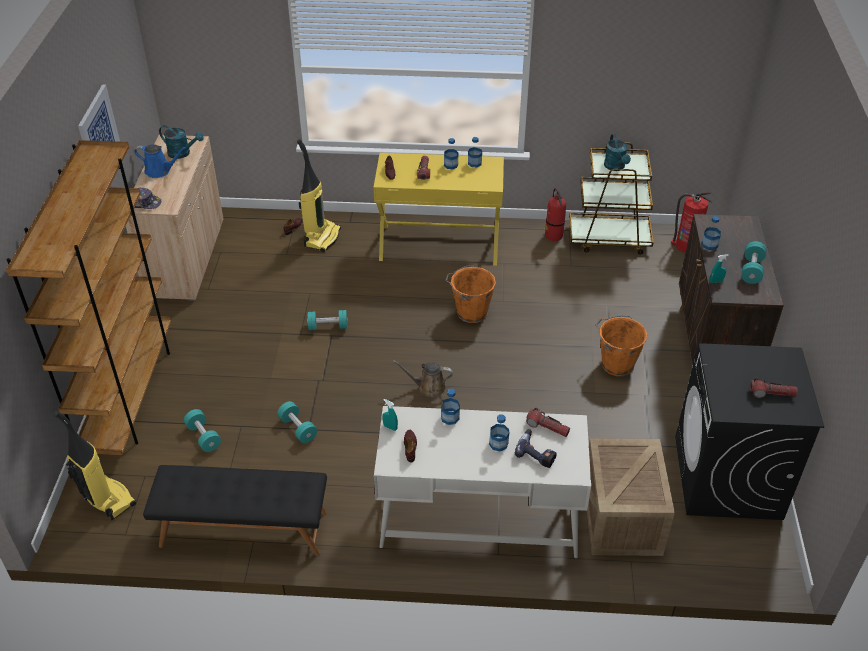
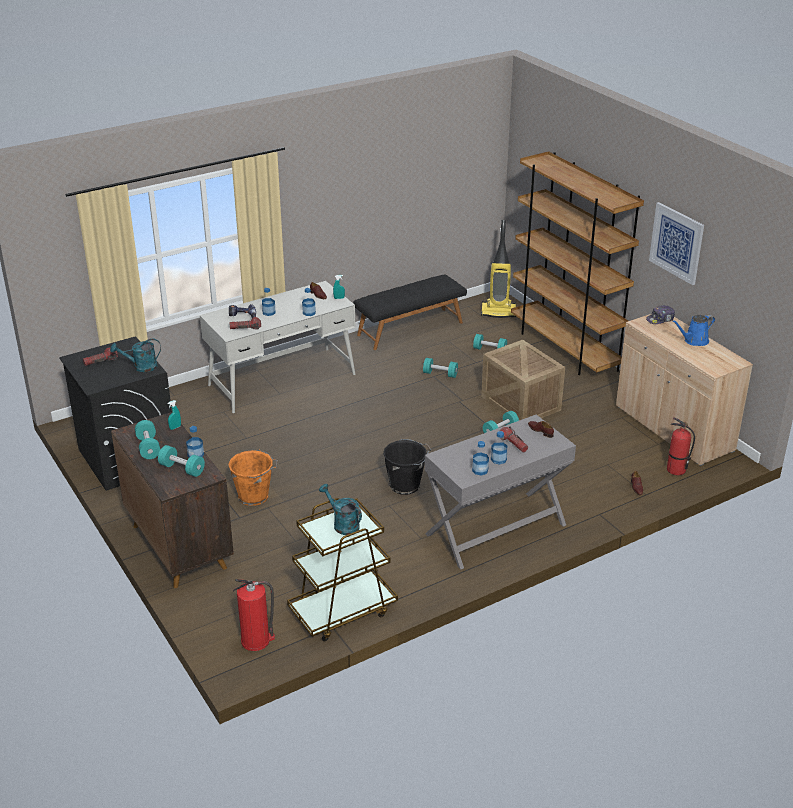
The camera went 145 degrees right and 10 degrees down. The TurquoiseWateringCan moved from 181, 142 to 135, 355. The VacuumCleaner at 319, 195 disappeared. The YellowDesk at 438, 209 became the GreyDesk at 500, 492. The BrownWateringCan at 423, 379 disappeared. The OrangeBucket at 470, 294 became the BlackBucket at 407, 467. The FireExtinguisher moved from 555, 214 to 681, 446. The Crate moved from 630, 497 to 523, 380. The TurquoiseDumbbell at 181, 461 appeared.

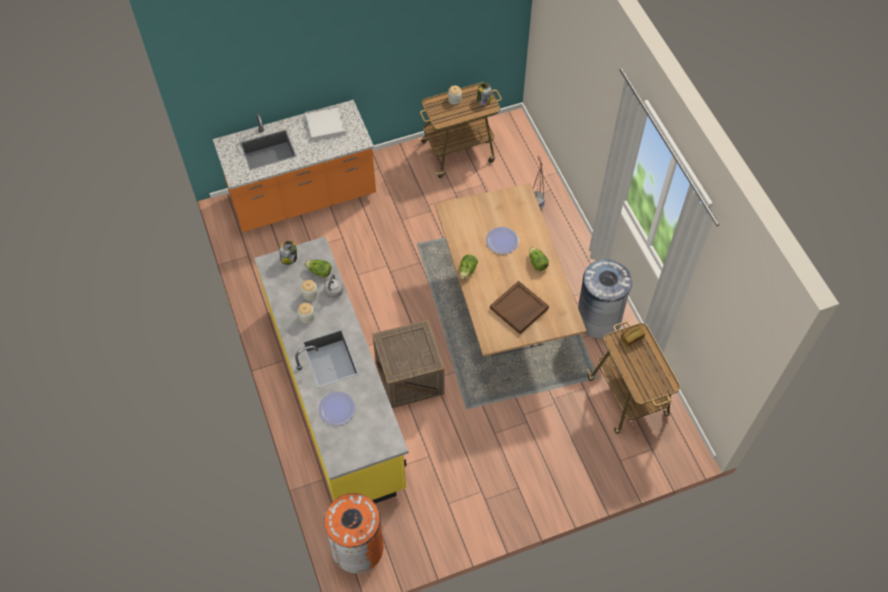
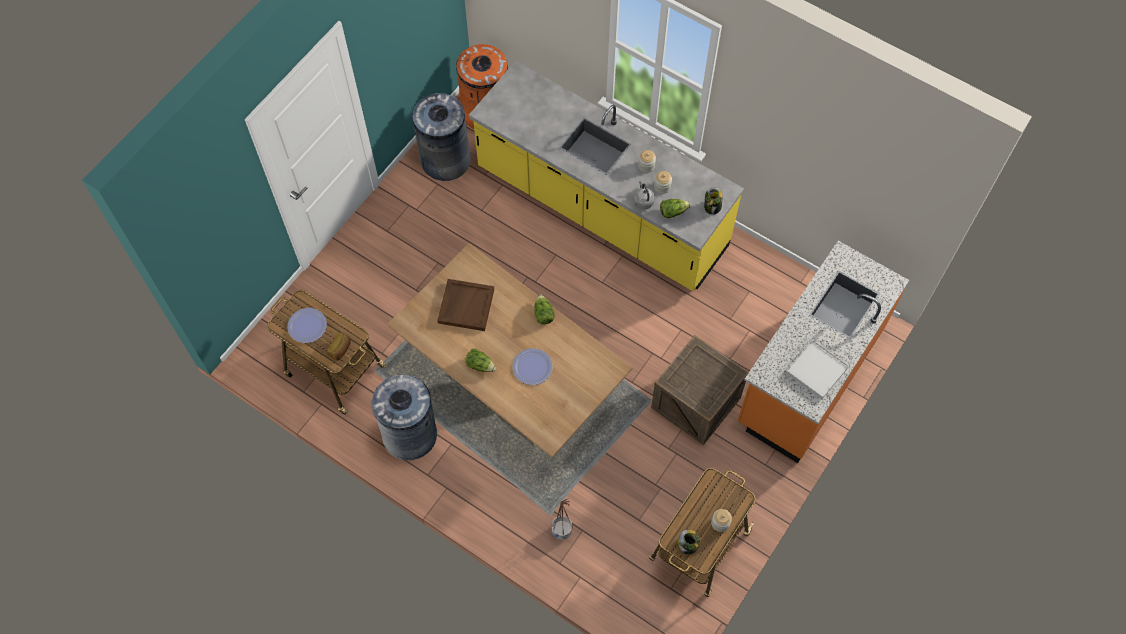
The camera went 145 degrees right and 5 degrees up. The Plate moved from 337, 408 to 307, 325. The Crate moved from 408, 364 to 700, 390. The GreyTrashCan at 441, 137 appeared.

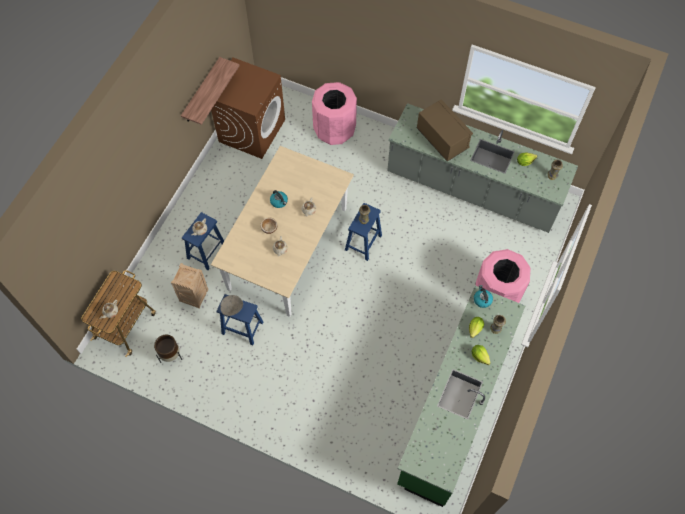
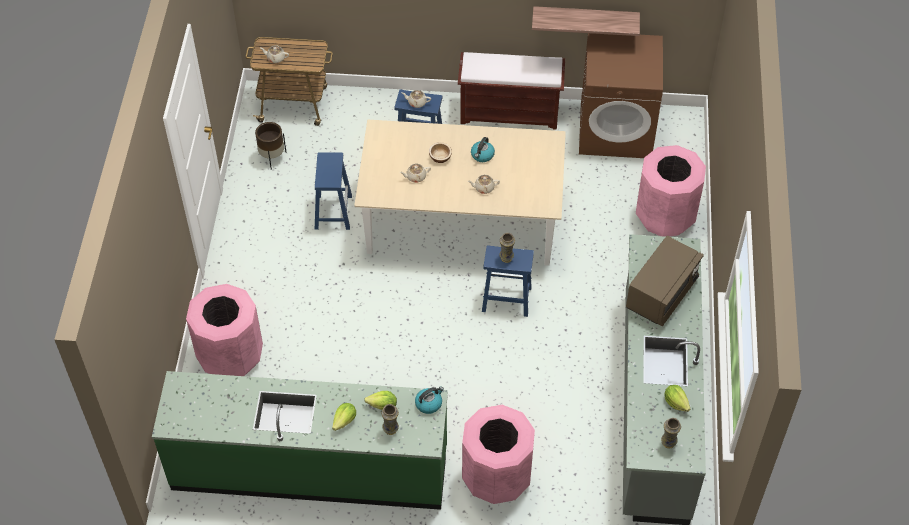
The camera went 70 degrees right and 10 degrees down. The Crate at 189, 286 disappeared. The GreyBowl at 231, 305 disappeared. The PinkTrashCan at 224, 330 appeared. The BrownBench at 511, 91 appeared.

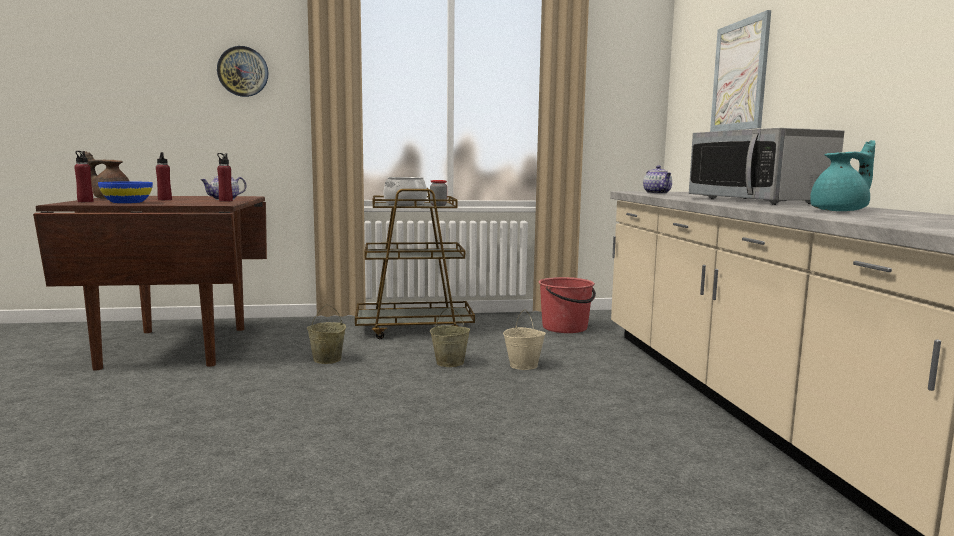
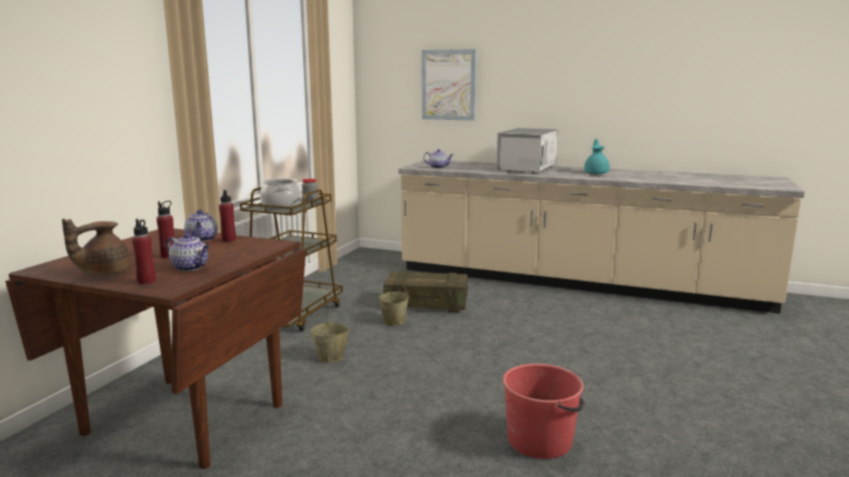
The camera went 60 degrees left and 5 degrees up. The BlueBowl at 125, 192 was replaced by the Teapot at 188, 252. The WallClock at 243, 71 disappeared. The BeigeBucket at 524, 339 was replaced by the Crate at 425, 292. The RedBucket moved from 567, 305 to 543, 411. The Microwave at 766, 166 turned 105 degrees clockwise.

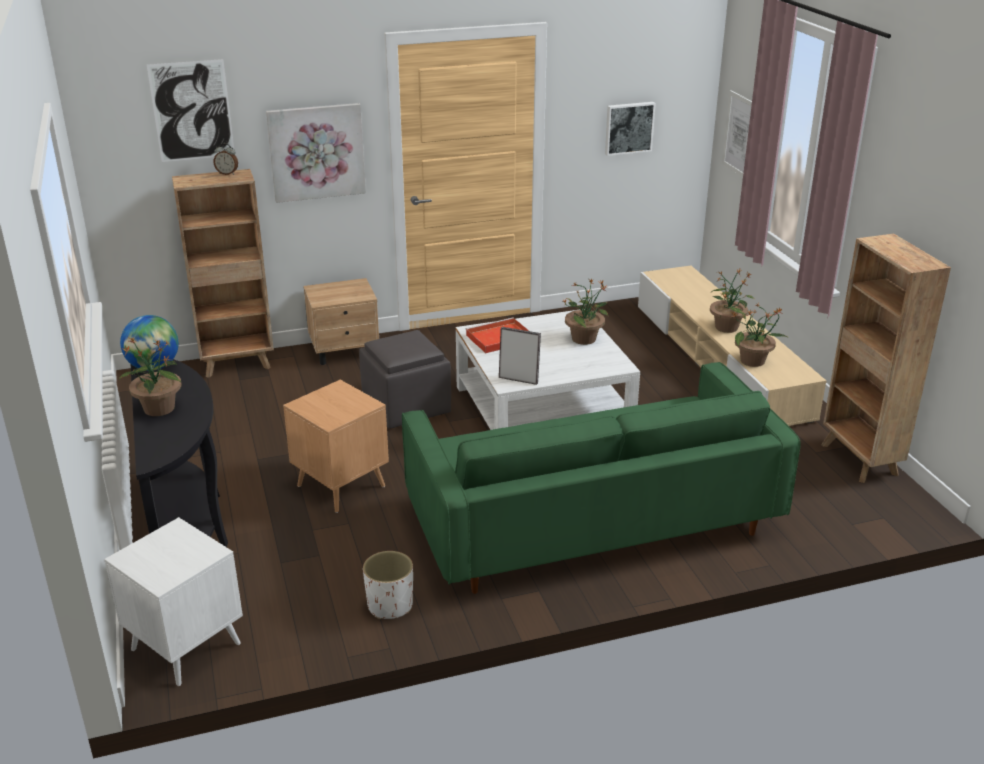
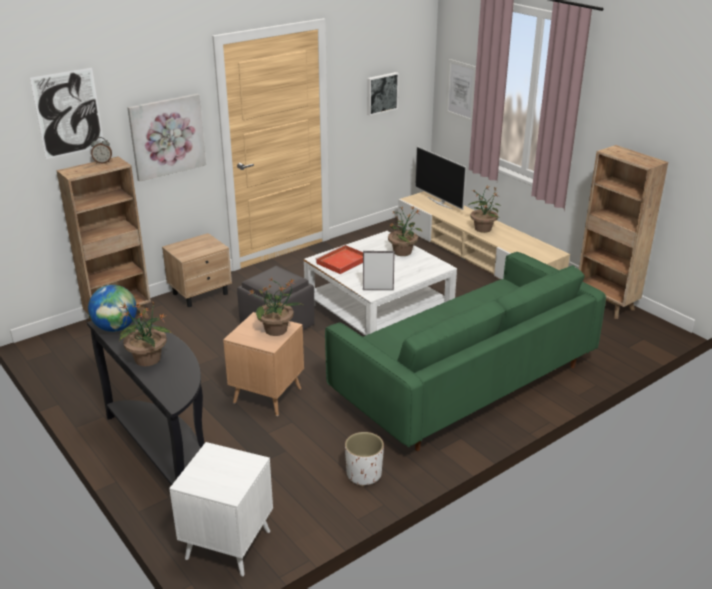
The camera went 20 degrees left and 0 degrees up. The PottedPlant moved from 760, 335 to 276, 307. The Television at 440, 178 appeared.

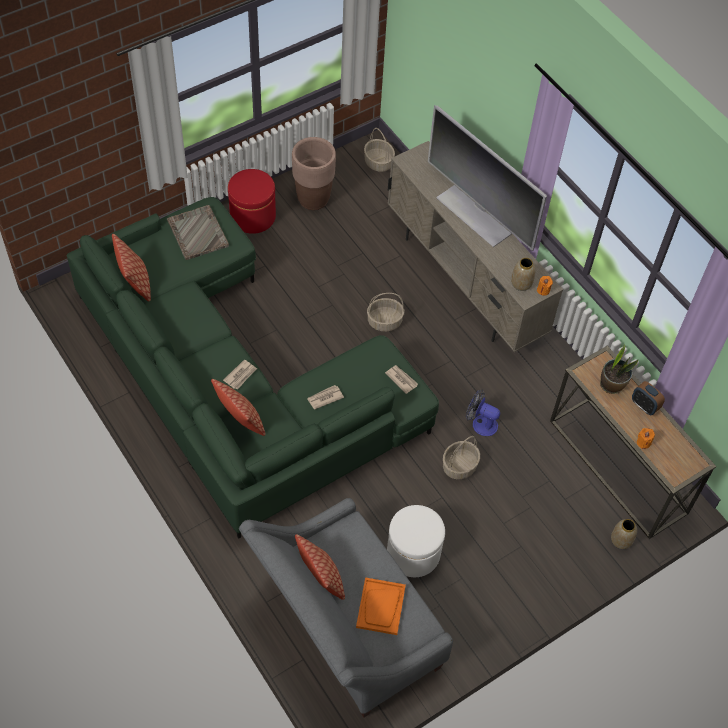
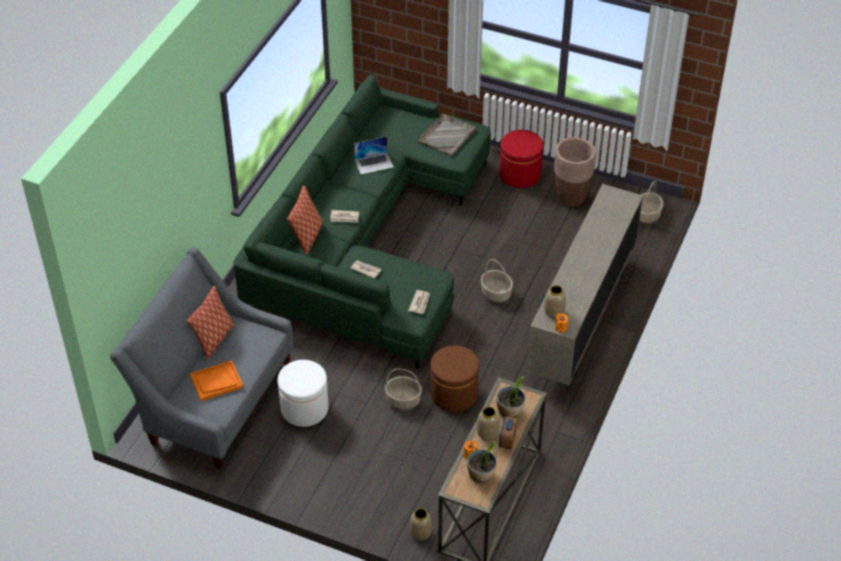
The camera went 60 degrees right and 10 degrees down. The Pillow at 131, 268 disappeared. The Television at 487, 178 disappeared. The Fan at 483, 412 was replaced by the BrownOttoman at 454, 378. The Laptop at 374, 155 appeared. The PottedPlant at 482, 463 appeared. The Vase at 488, 424 appeared.

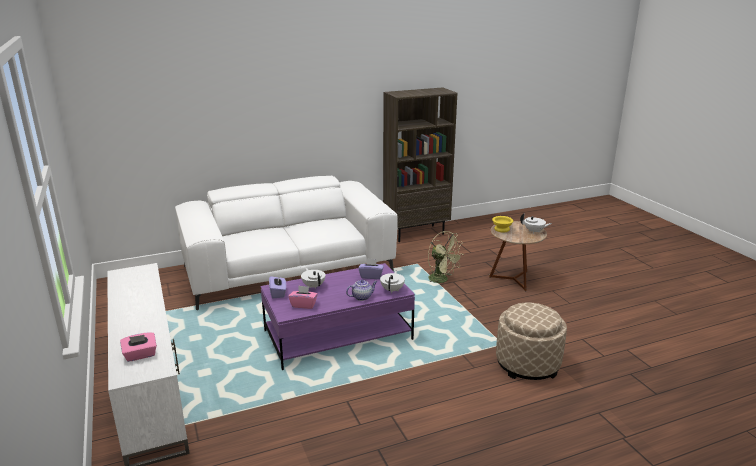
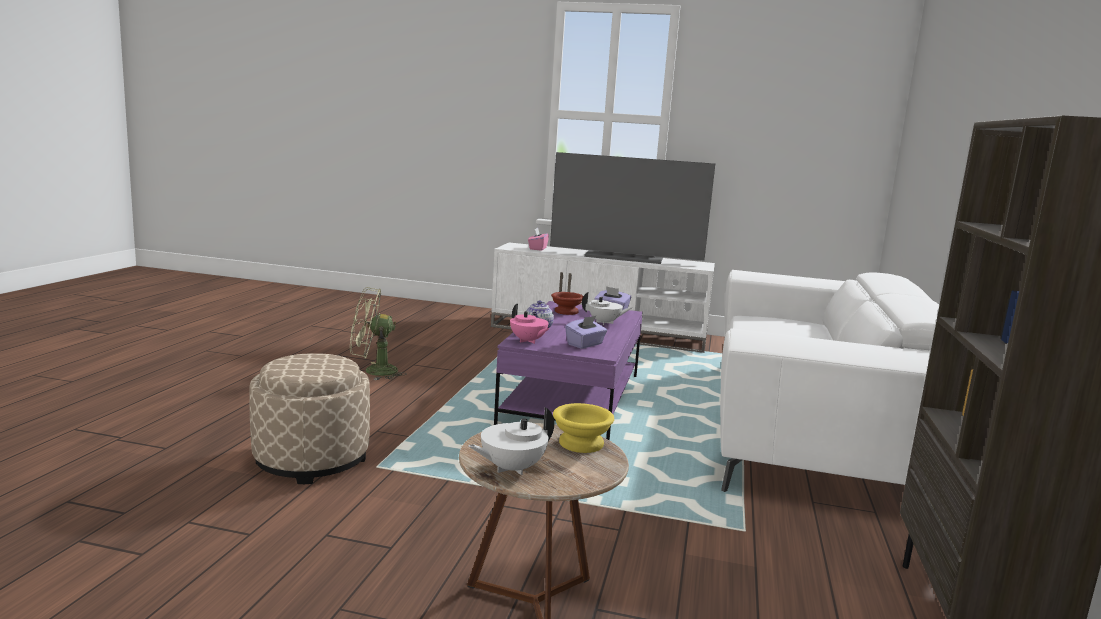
The camera went 125 degrees right and 10 degrees down. The PinkTissueBox at 303, 297 was replaced by the BrownBowl at 567, 303. The WhiteTeapot at 392, 281 became the PinkTeapot at 530, 324. The GreenFan moved from 446, 257 to 378, 333. The Television at 632, 208 appeared.

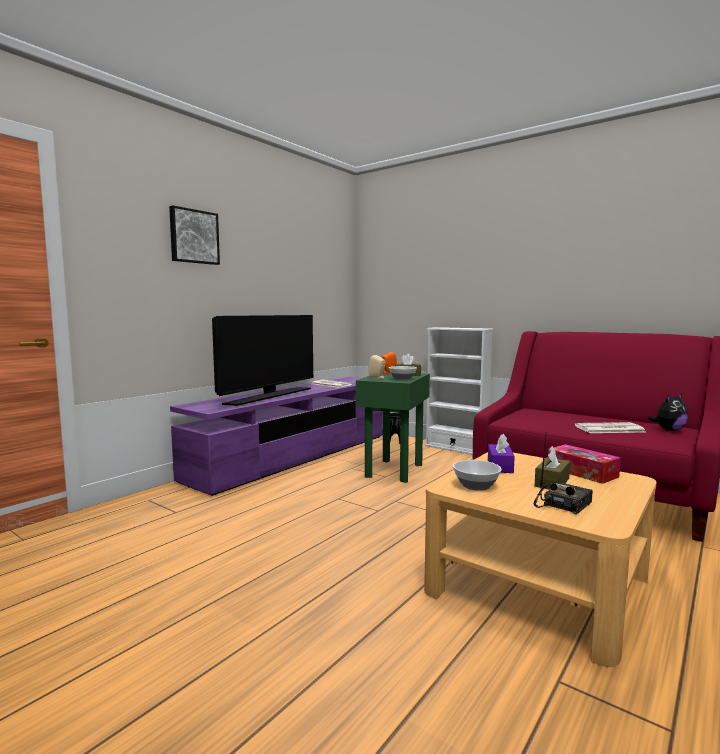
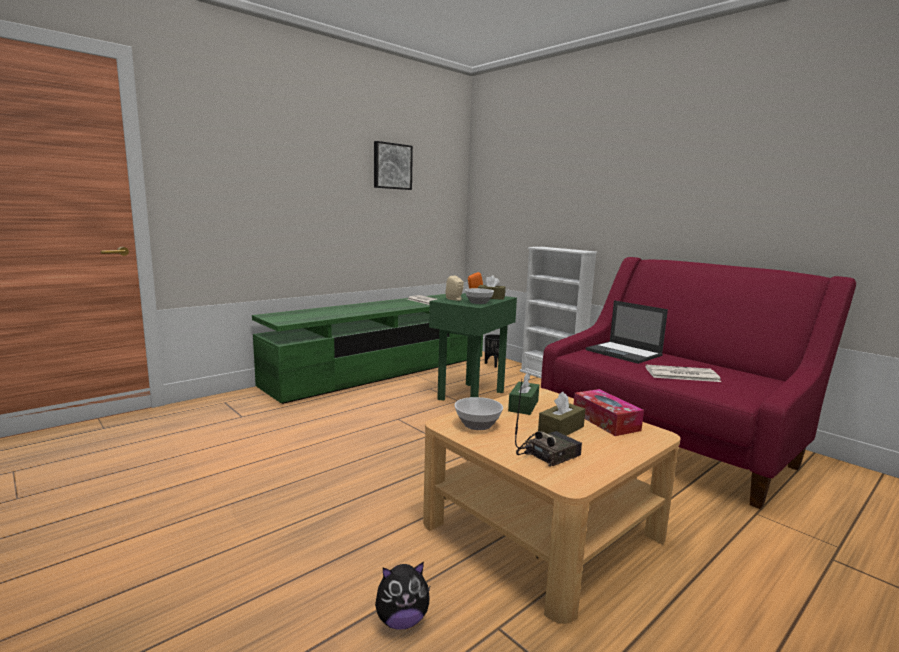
The camera went 10 degrees right and 5 degrees up. The Picture moved from 194, 235 to 393, 165. The PurpleTvStand at 276, 436 became the GreenTvStand at 367, 349. The Television at 262, 360 disappeared. The PurpleTissueBox at 501, 453 became the GreenTissueBox at 523, 393. The PlushToy moved from 668, 412 to 402, 596. The Laptop at 627, 332 appeared.

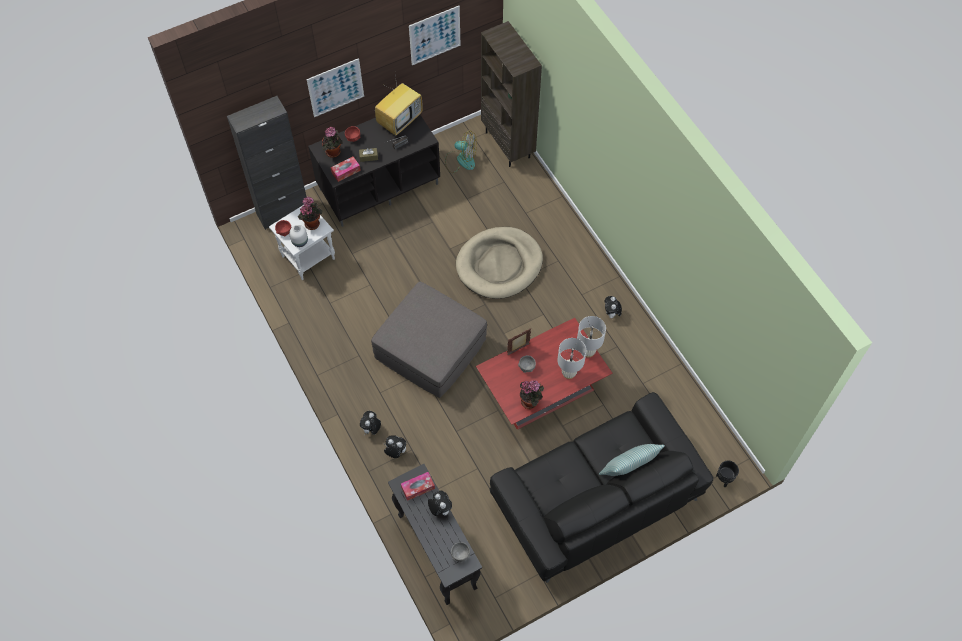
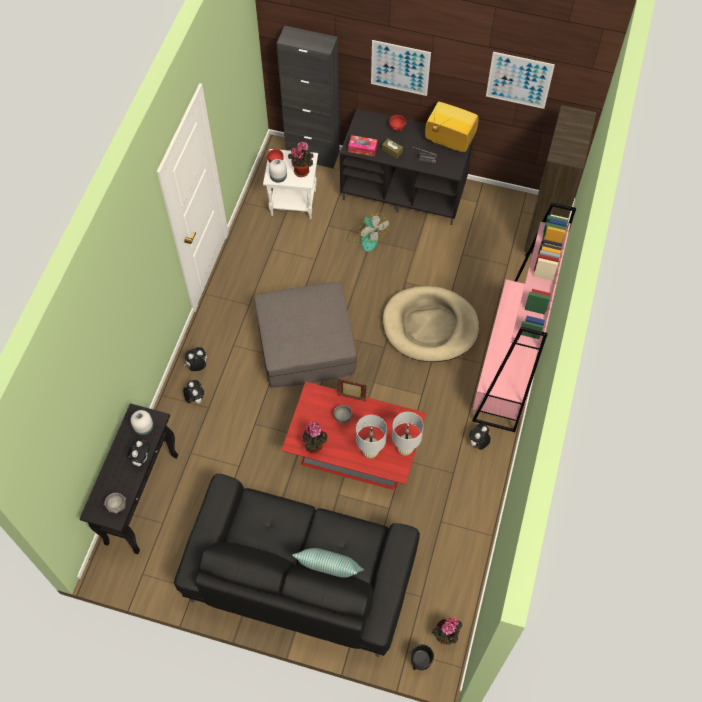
The camera went 45 degrees right and 0 degrees up. The PottedPlant moved from 332, 142 to 447, 631. The Television at 399, 105 turned 150 degrees counterclockwise. The TissueBox at 418, 486 was replaced by the WhiteVase at 142, 423. The Fan moved from 461, 151 to 368, 232. The PinkBookcase at 524, 317 appeared.

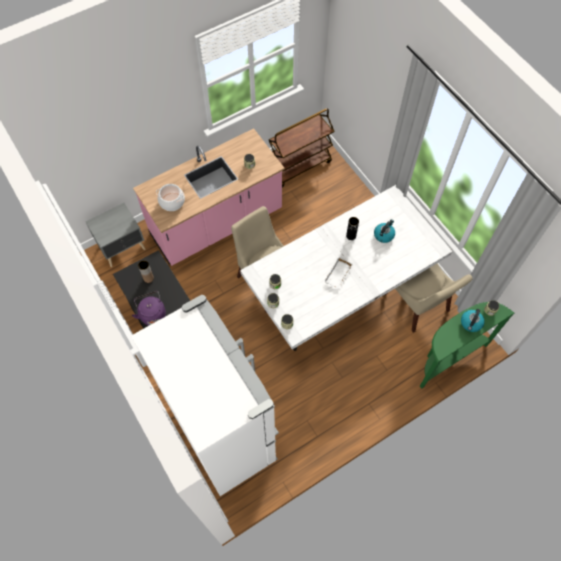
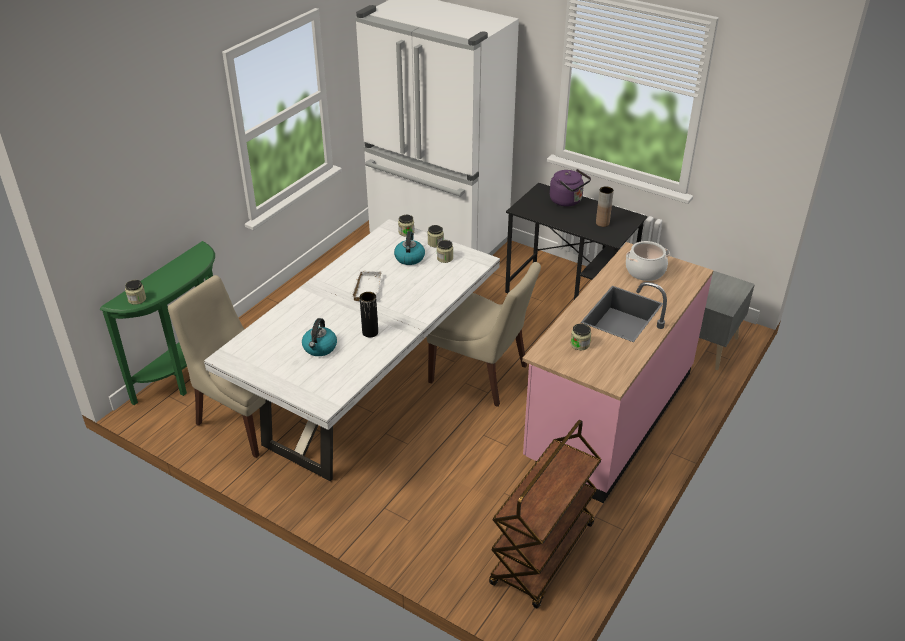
The camera went 155 degrees right and 25 degrees down. The Kettle moved from 472, 320 to 409, 248.

